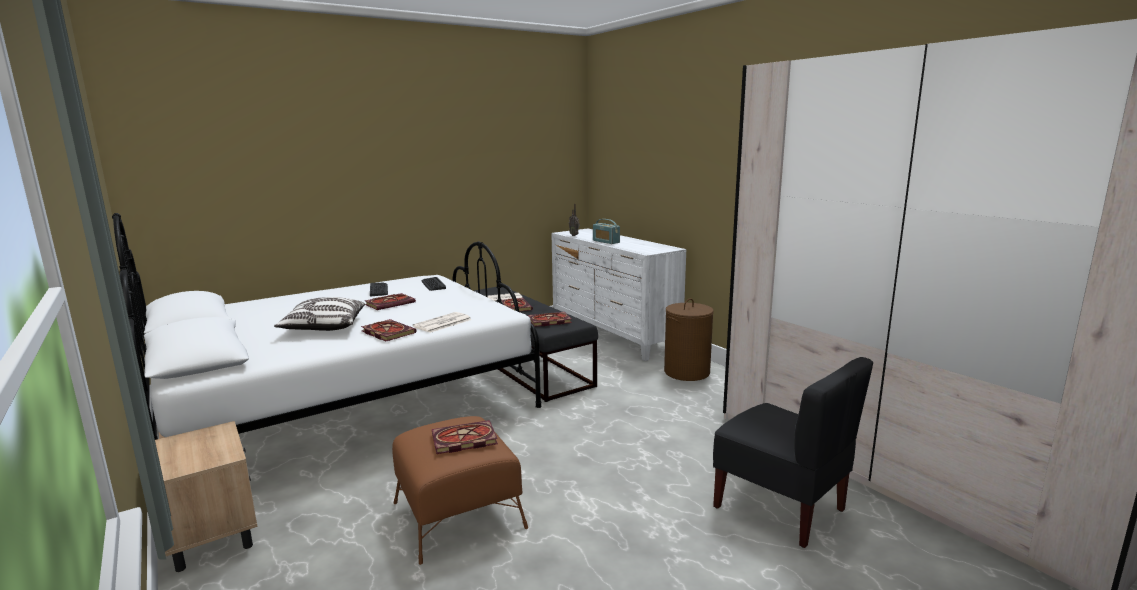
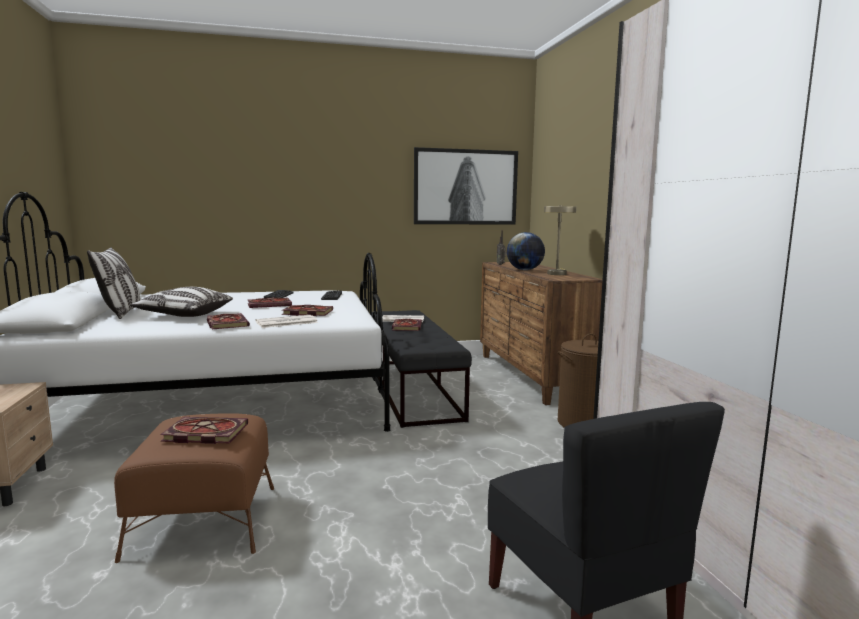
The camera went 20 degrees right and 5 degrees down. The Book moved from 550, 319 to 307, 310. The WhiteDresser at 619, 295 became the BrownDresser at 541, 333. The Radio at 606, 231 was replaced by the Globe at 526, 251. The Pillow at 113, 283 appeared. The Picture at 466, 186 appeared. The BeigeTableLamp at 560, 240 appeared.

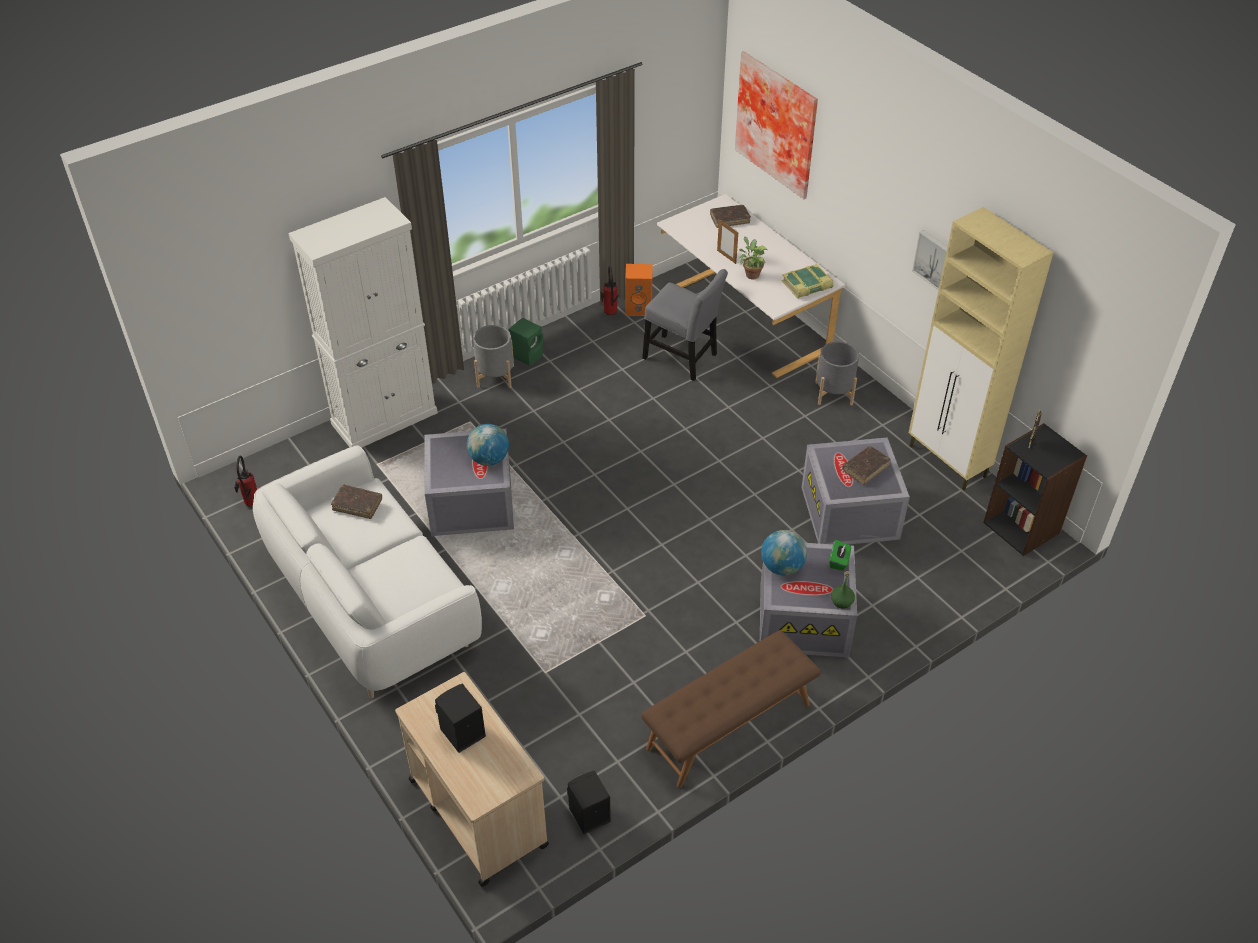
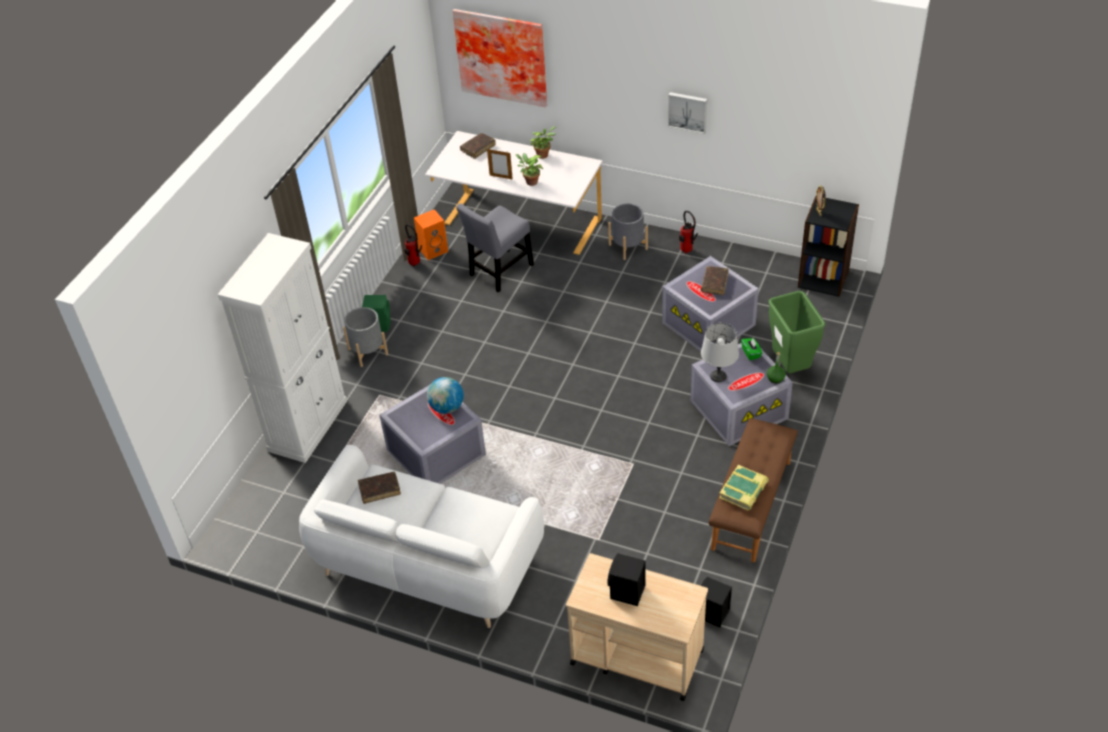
The camera went 30 degrees left and 0 degrees up. The FireExtinguisher moved from 245, 481 to 688, 232. The GreyChair at 685, 325 turned 135 degrees clockwise. The Globe at 784, 553 was replaced by the GreyTableLamp at 720, 352. The Book moved from 808, 281 to 744, 488. The BeigeCabinet at 981, 349 disappeared. The PottedPlant at 543, 142 appeared. The GreenTrashCan at 797, 332 appeared.

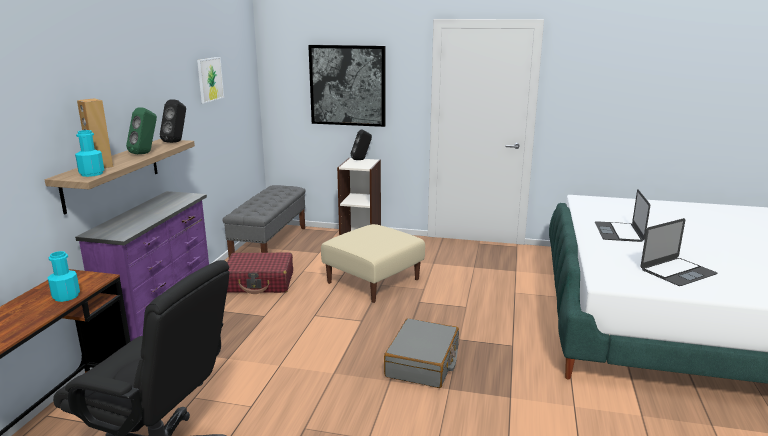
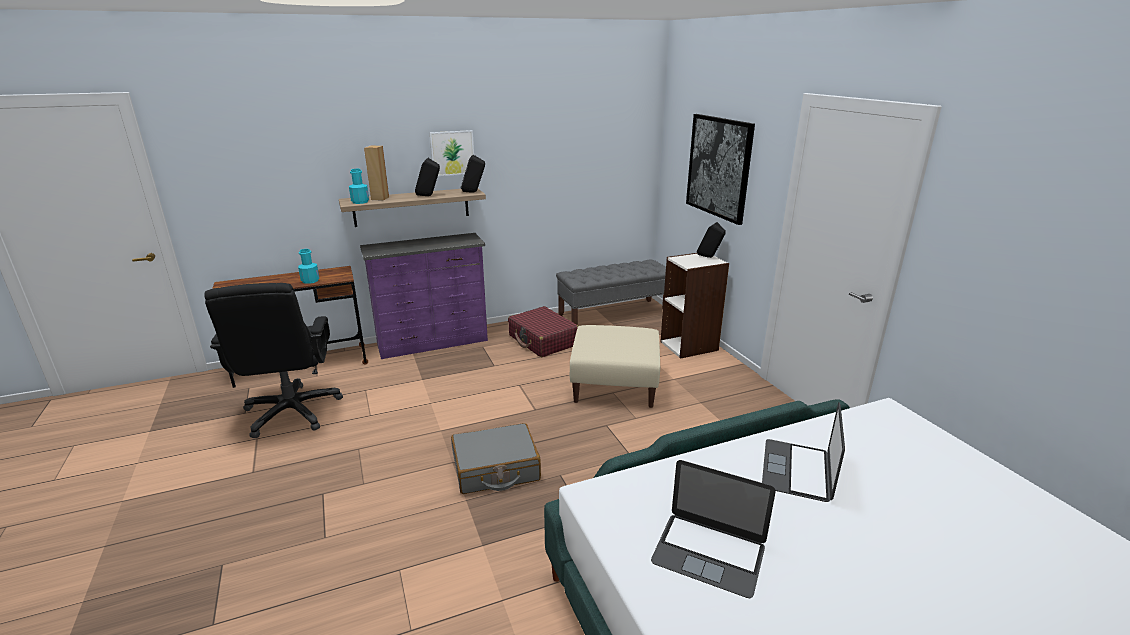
The camera went 55 degrees right and 5 degrees up. The GreenSpeaker at 141, 130 became the BlackSpeaker at 427, 177. The Picture moved from 210, 80 to 451, 153. The Laptop at 622, 215 turned 45 degrees counterclockwise.

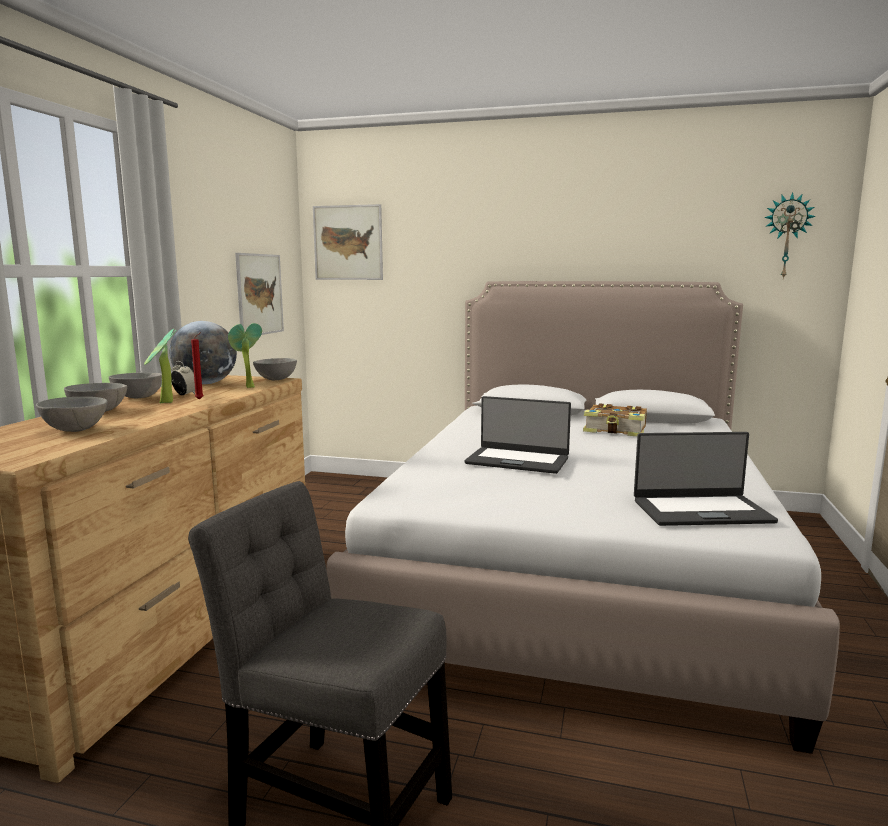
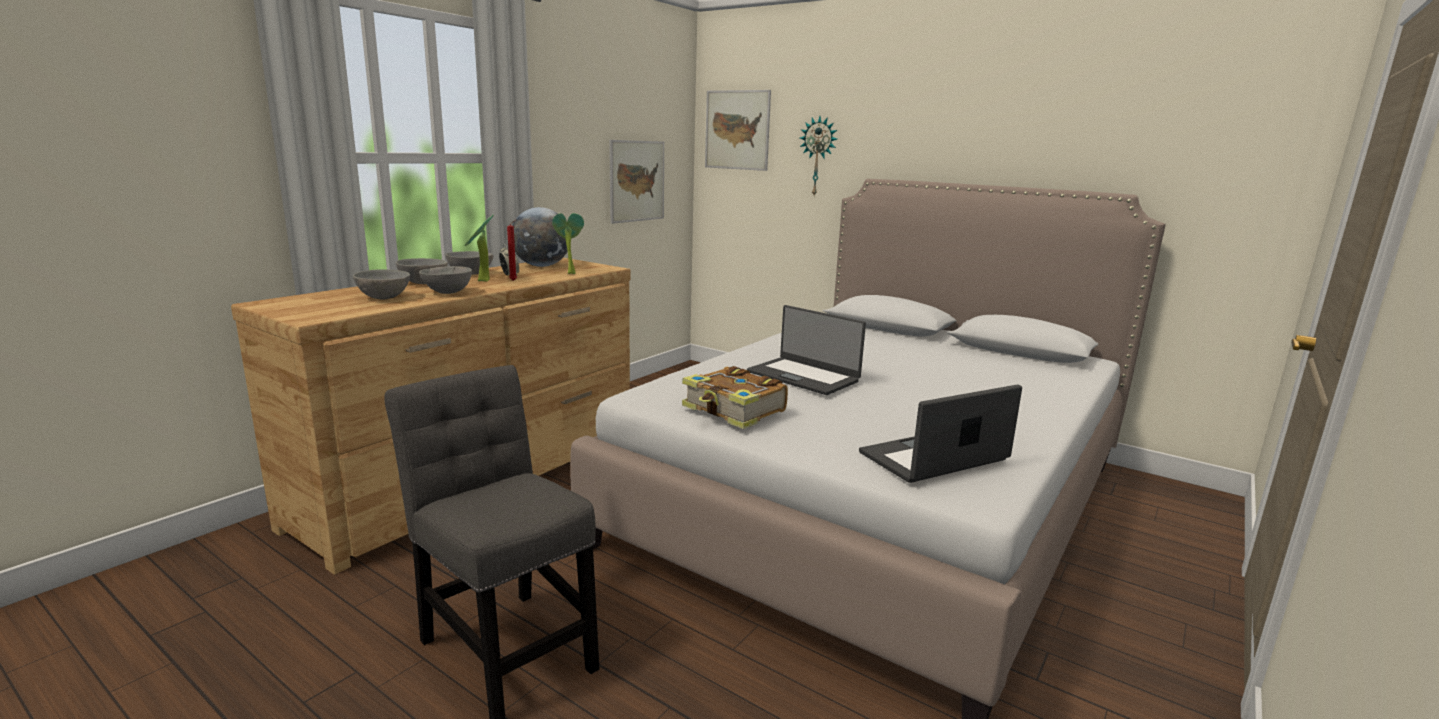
The camera went 20 degrees right and 5 degrees up. The GreyBowl moved from 275, 369 to 445, 280. The Book moved from 615, 419 to 735, 397. The Laptop at 706, 479 turned 135 degrees clockwise. The WallClock moved from 790, 235 to 818, 156.

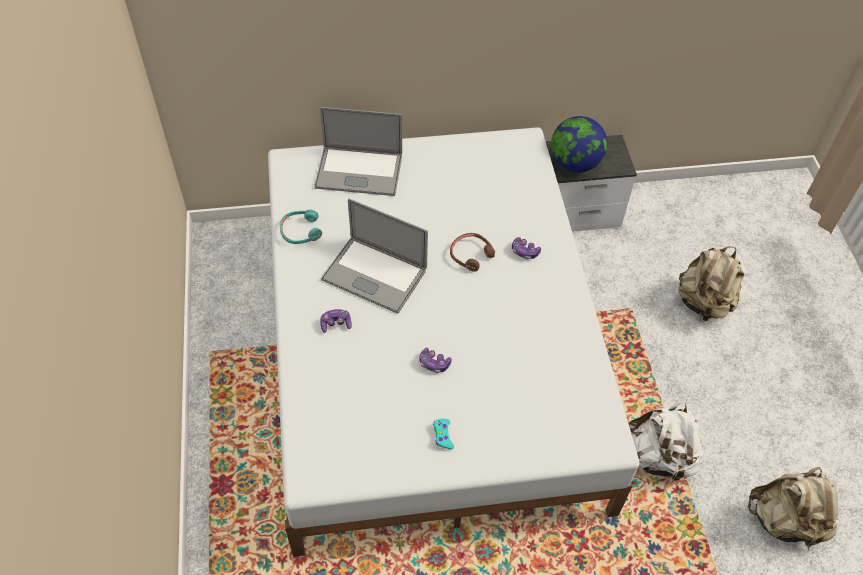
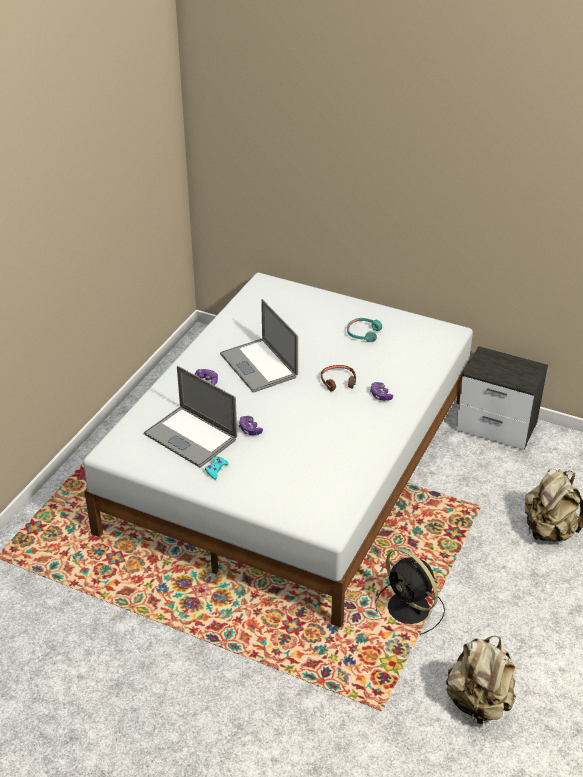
The camera went 35 degrees right and 15 degrees down. The TurquoiseHeadphones moved from 301, 227 to 364, 330. The Laptop moved from 358, 151 to 190, 417. The Globe at 579, 144 disappeared. The WhiteBackpack at 666, 443 was replaced by the BlackFan at 410, 591.

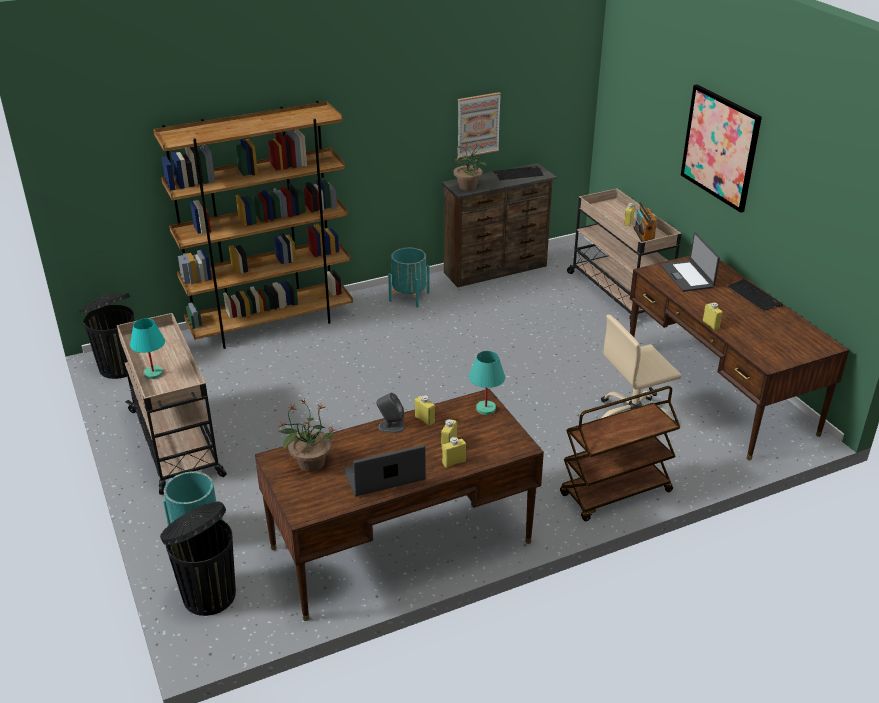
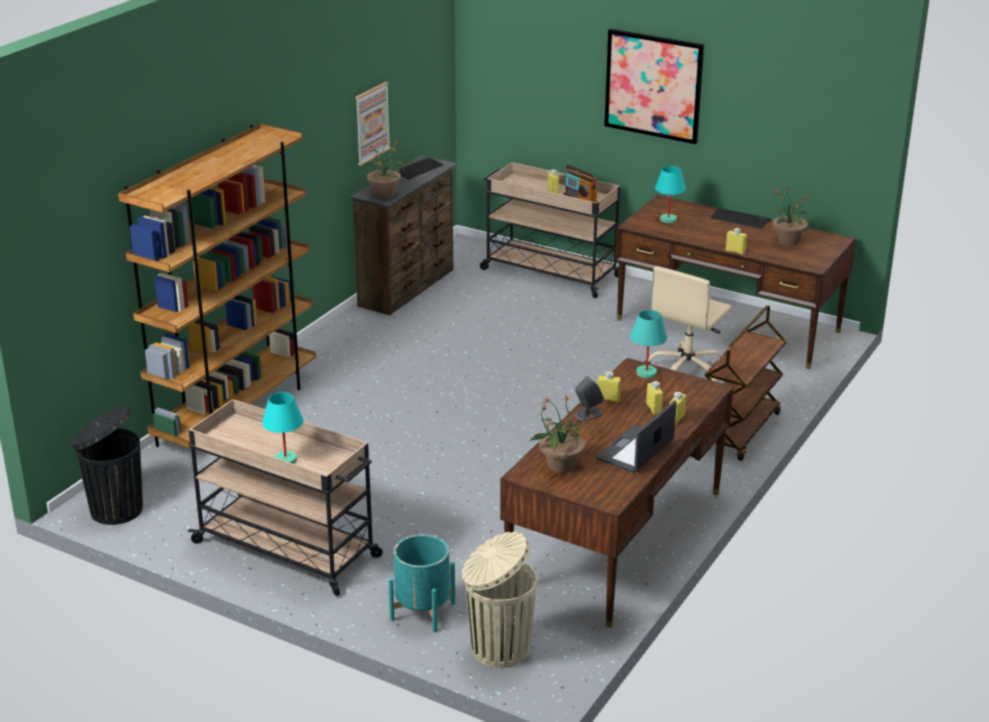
The camera went 35 degrees left and 5 degrees down. The BlackTrashCan at 198, 559 became the BeigeTrashCan at 499, 600. The TurquoisePlanter at 409, 278 disappeared. The Laptop at 690, 262 was replaced by the TurquoiseTableLamp at 670, 194. The PottedPlant at 789, 216 appeared.

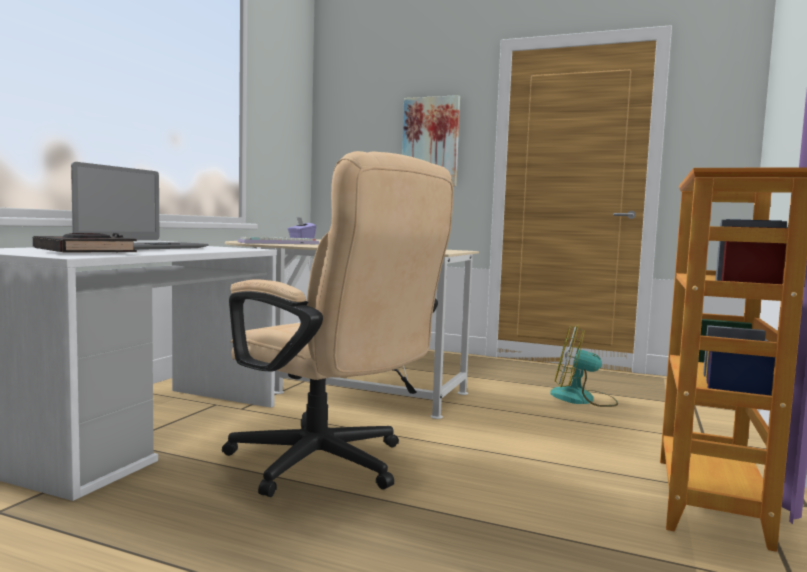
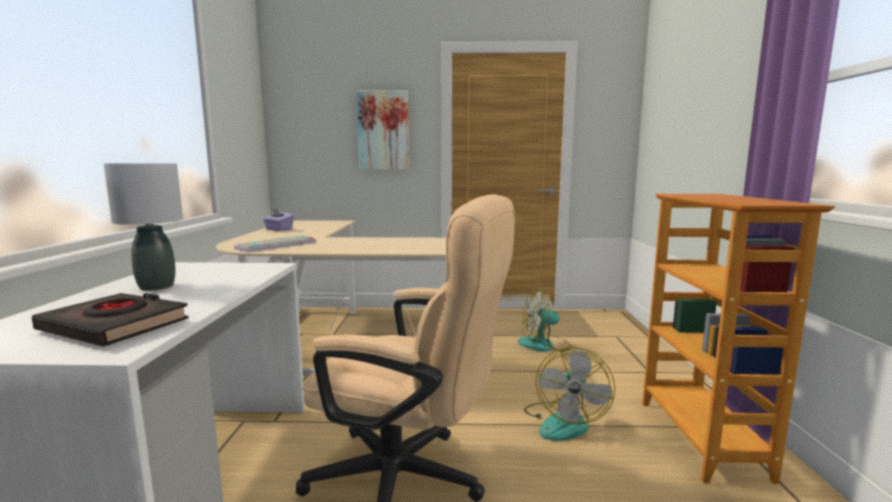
The camera went 20 degrees left and 5 degrees up. The Laptop at 139, 206 was replaced by the GreyTableLamp at 143, 227. The Fan at 569, 394 appeared.

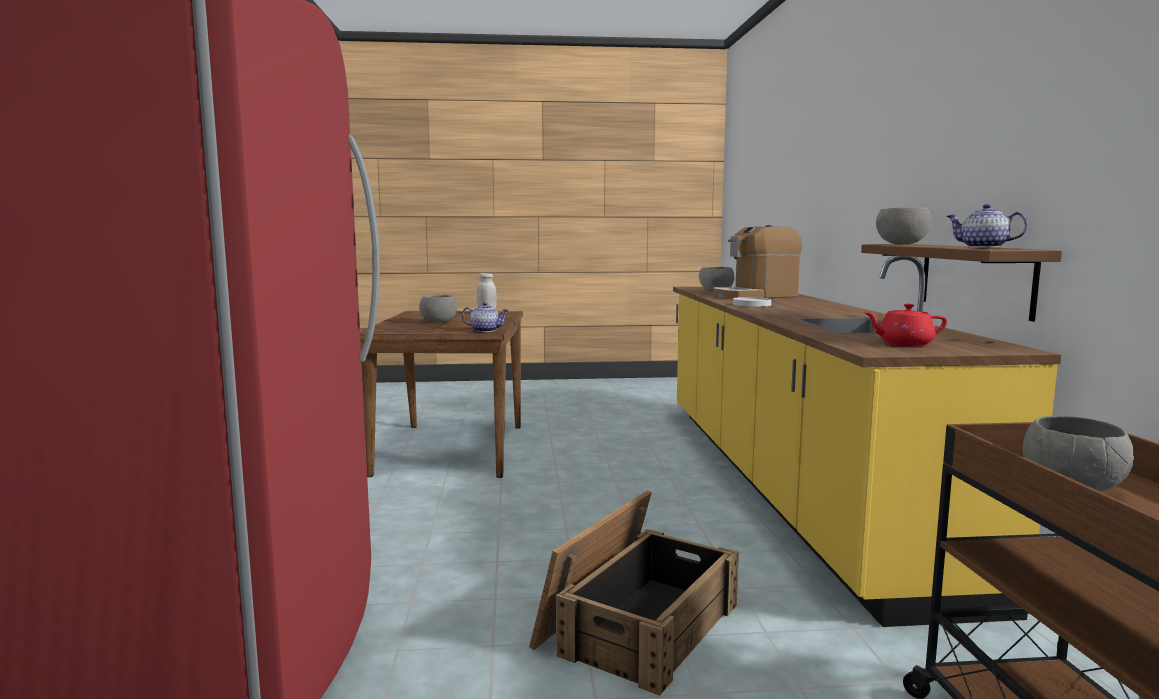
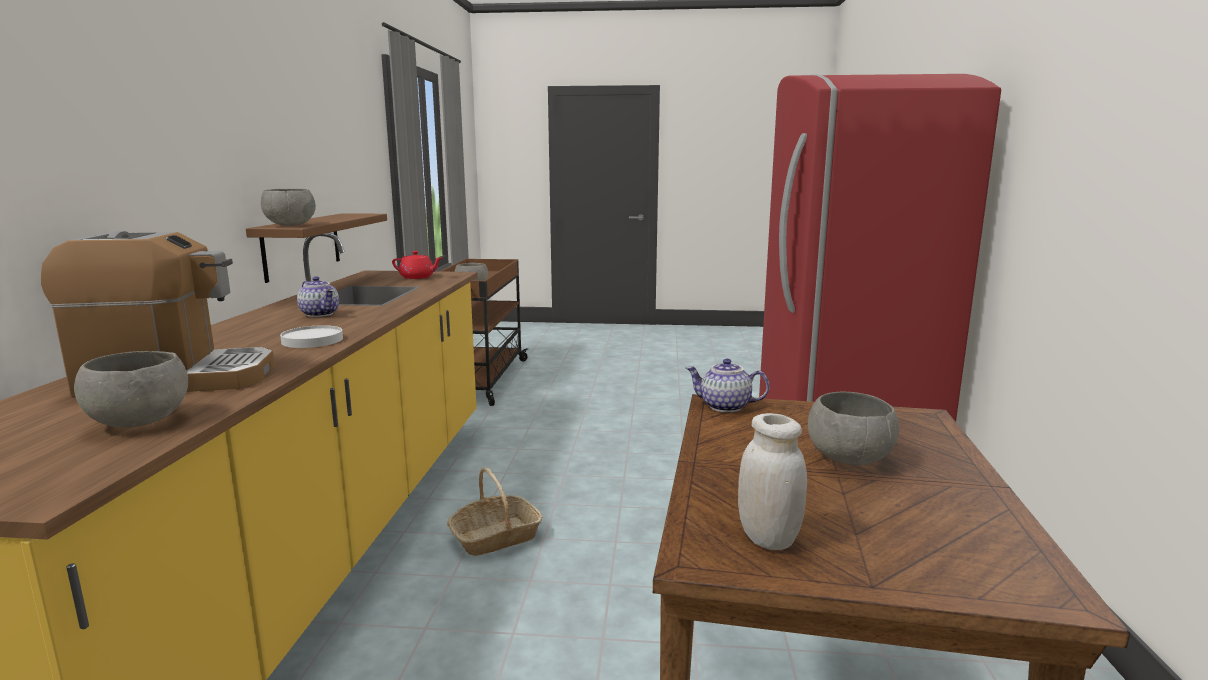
The camera went 170 degrees left and 5 degrees up. The Crate at 634, 593 disappeared. The Teapot moved from 987, 226 to 318, 296. The Basket at 495, 511 appeared.

